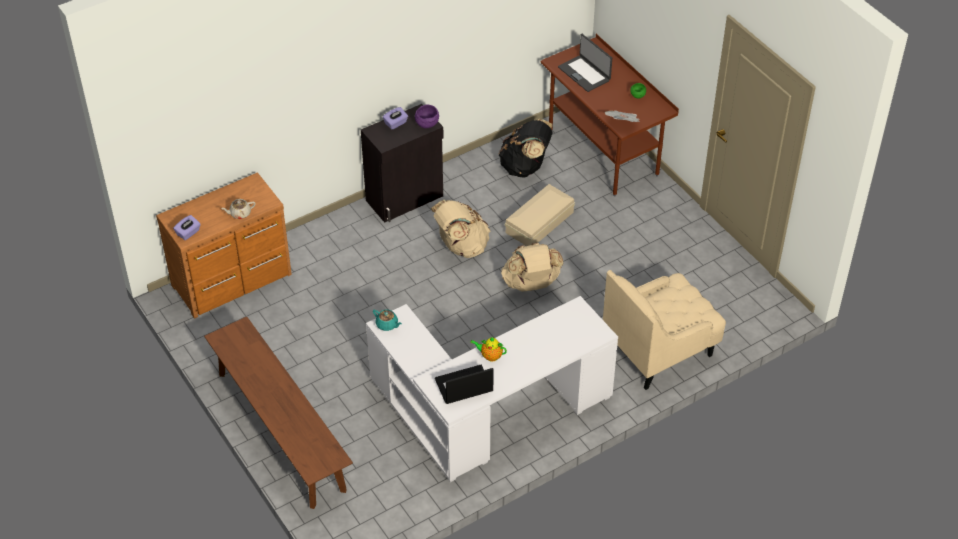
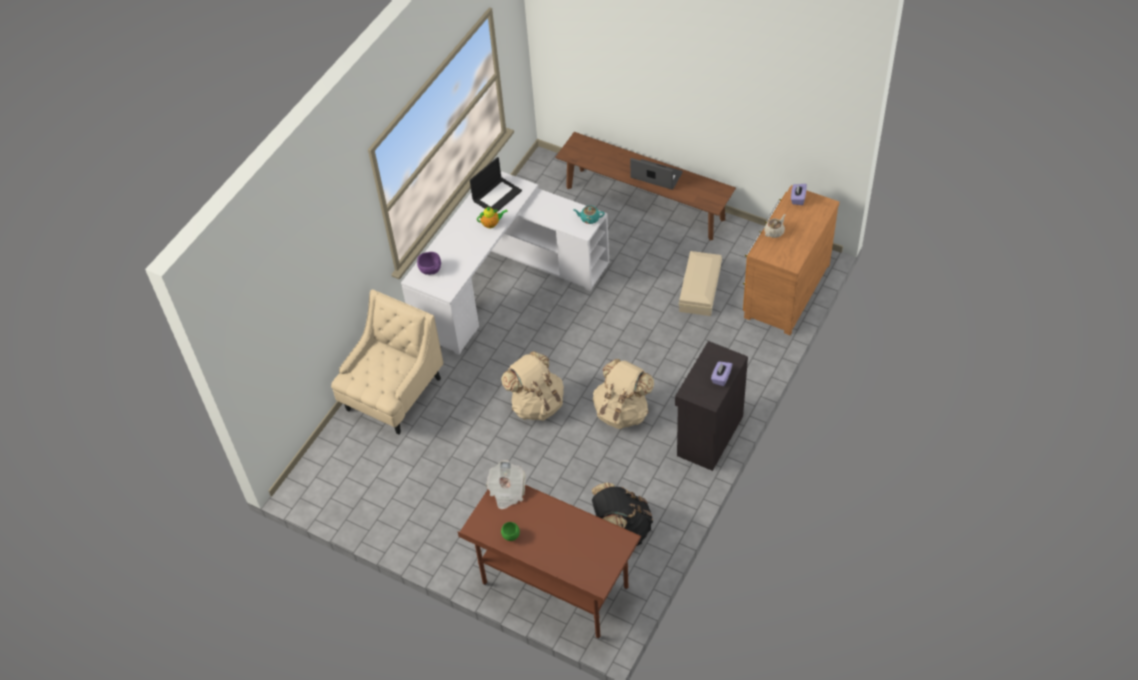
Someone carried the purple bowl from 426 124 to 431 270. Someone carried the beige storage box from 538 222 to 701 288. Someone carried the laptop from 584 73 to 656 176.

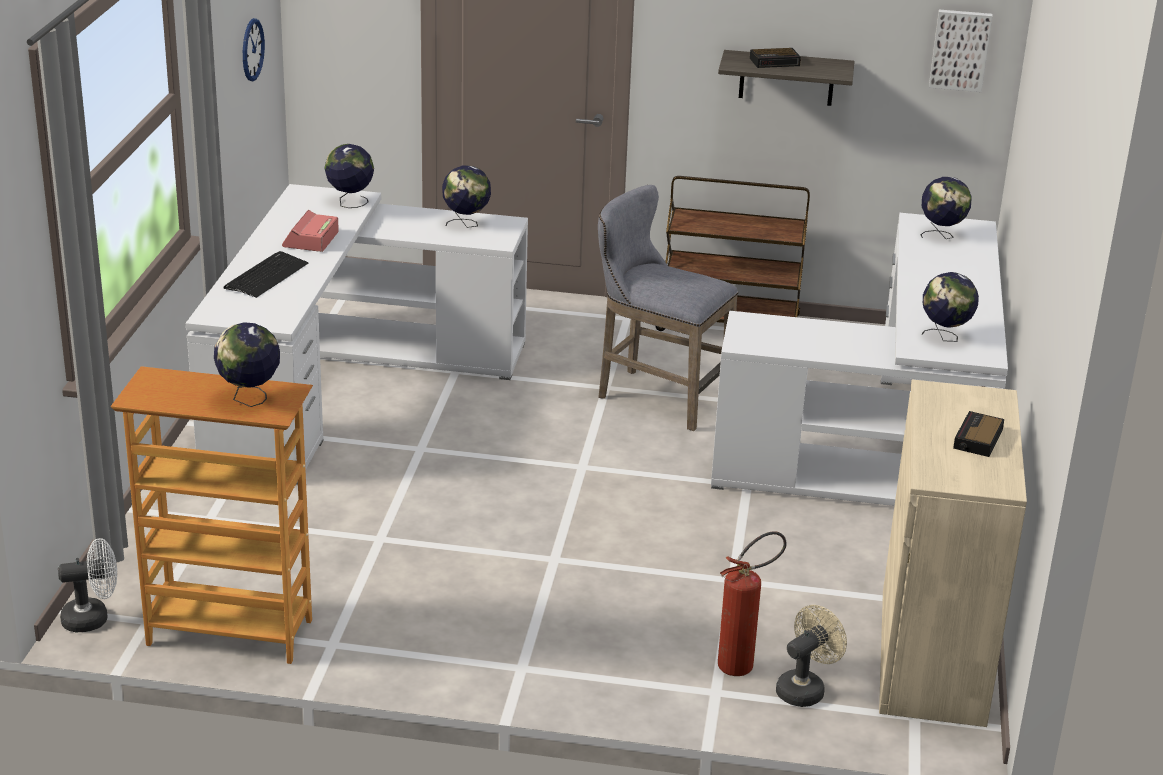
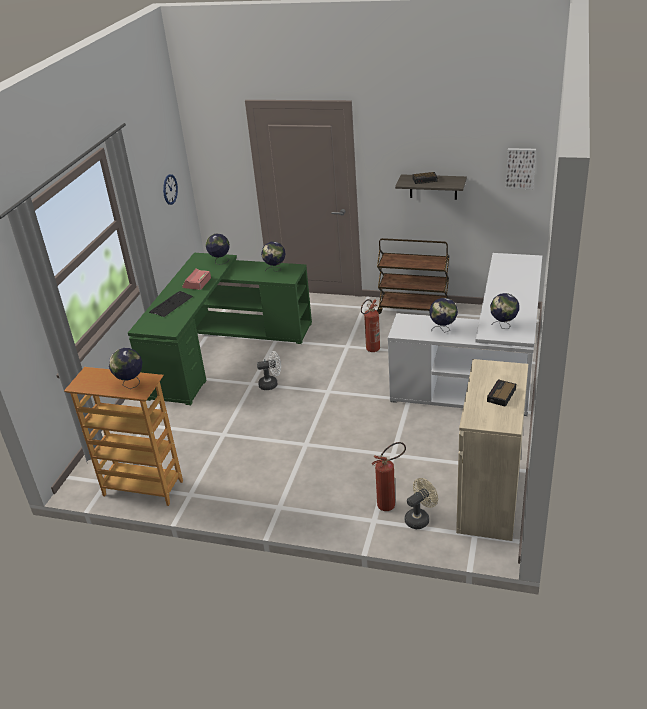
Someone carried the white fan from 93 618 to 271 384. Someone repainted the white desk at 343 382, which became the green desk at 221 348. Someone swapped the grey stool at 656 396 for the fire extinguisher at 371 350. Someone carried the globe from 941 236 to 443 330.

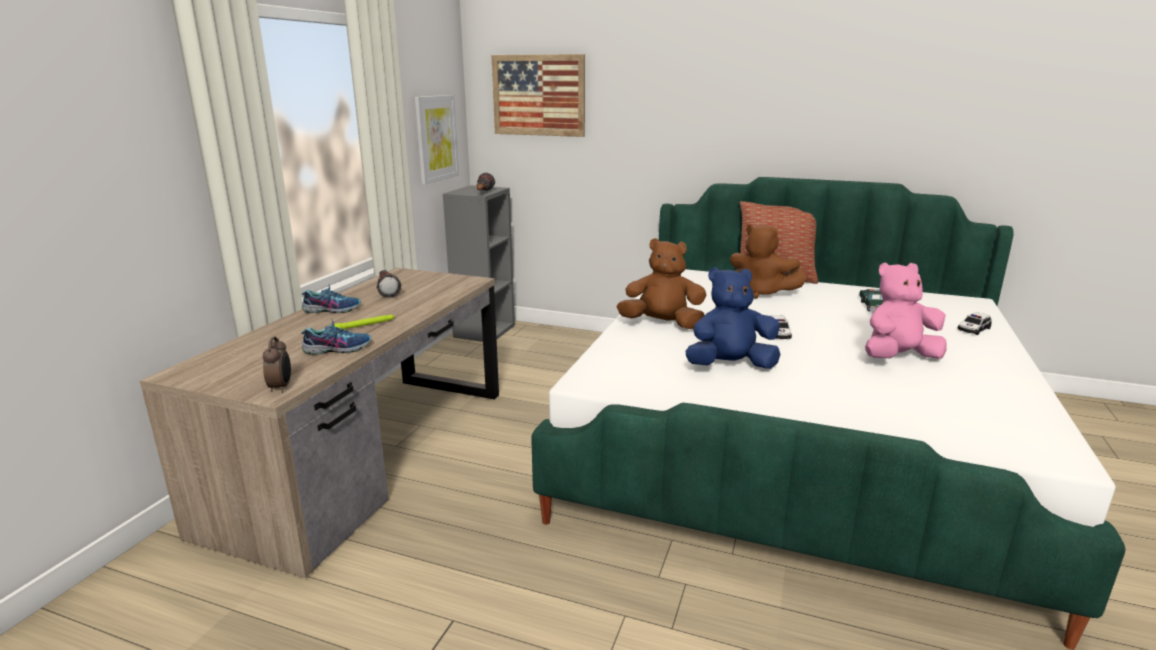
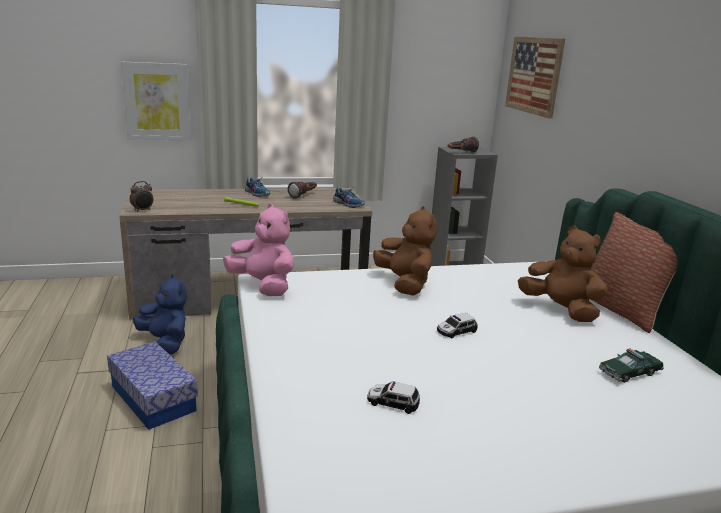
Someone carried the shoe from 337 348 to 348 204. Someone carried the picture from 436 138 to 157 101. Someone carried the blue plush toy from 730 366 to 165 343. Someone rotated the brown plush toy at 761 292 by 135 degrees clockwise. Someone carried the pink plush toy from 898 358 to 263 286. Someone carried the toy car from 973 329 to 392 402. Someone put down the storage box at 153 398.

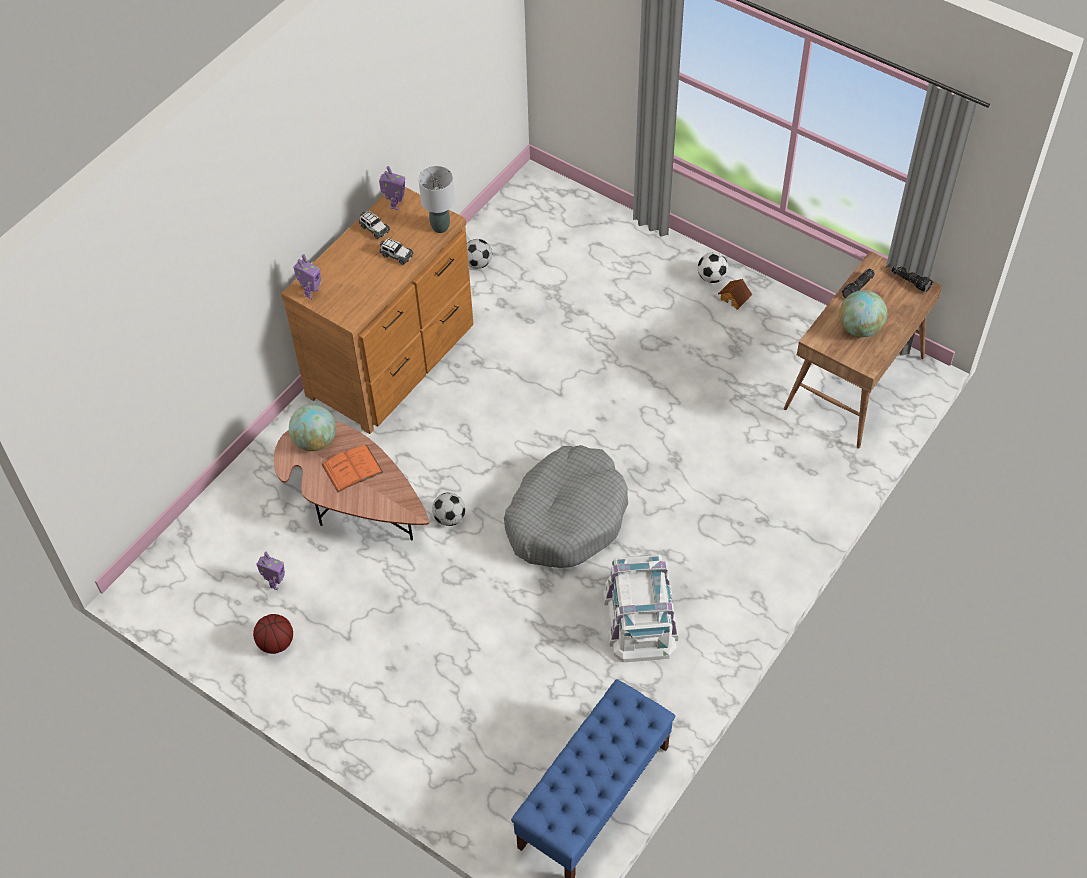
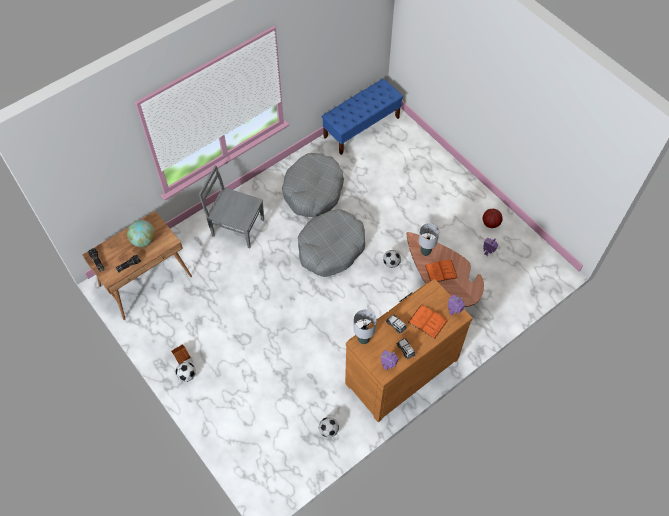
Someone took away the globe at 315 441. Someone swapped the white storage box at 641 618 for the grey dog bed at 313 191. Someone put down the grey chair at 236 227. Someone put down the orange book at 427 321. Someone put down the grey table lamp at 425 252.

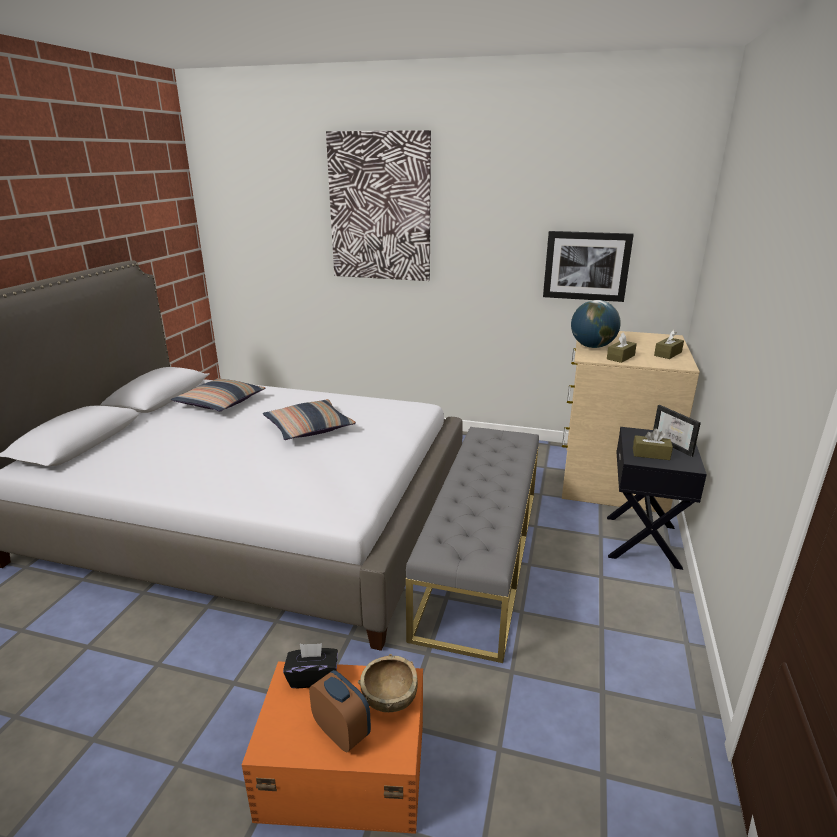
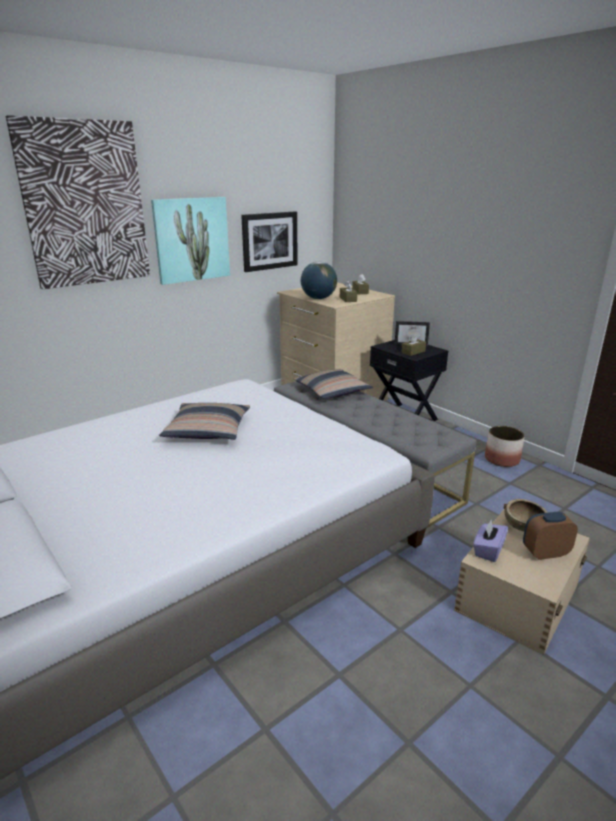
Someone carried the pillow from 220 403 to 332 391. Someone repainted the orange storage box at 342 767, which became the beige storage box at 516 597. Someone repainted the black tissue box at 313 677, which became the purple tissue box at 488 550. Someone put up the picture at 192 240. Someone put down the planter at 501 459.

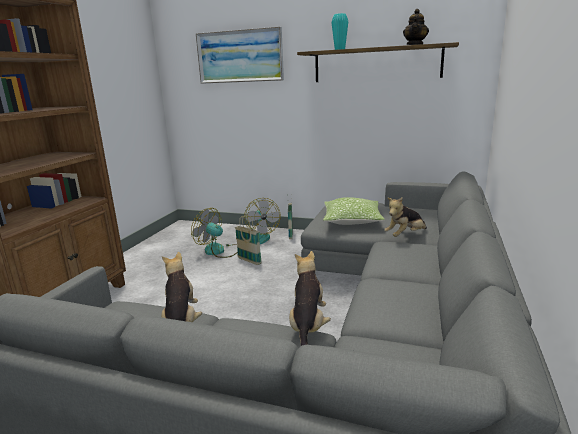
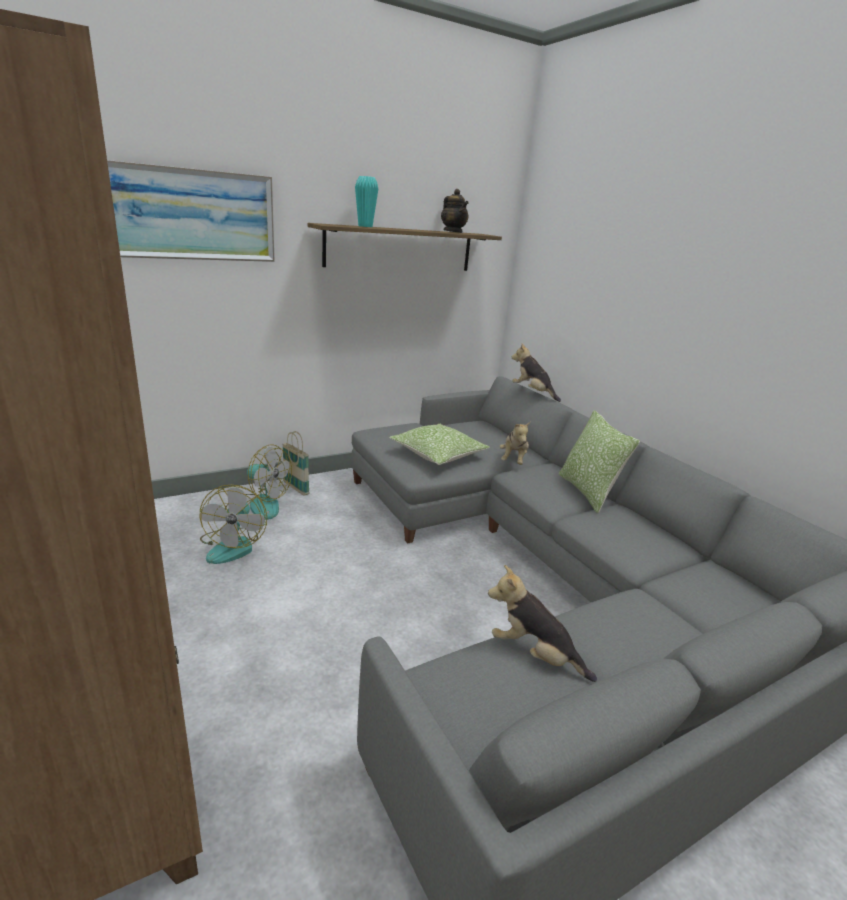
Someone rotated the fan at 219 251 by 75 degrees counterclockwise. Someone took away the basket at 249 261. Someone carried the plush toy from 308 327 to 532 392. Someone put down the pillow at 587 492.

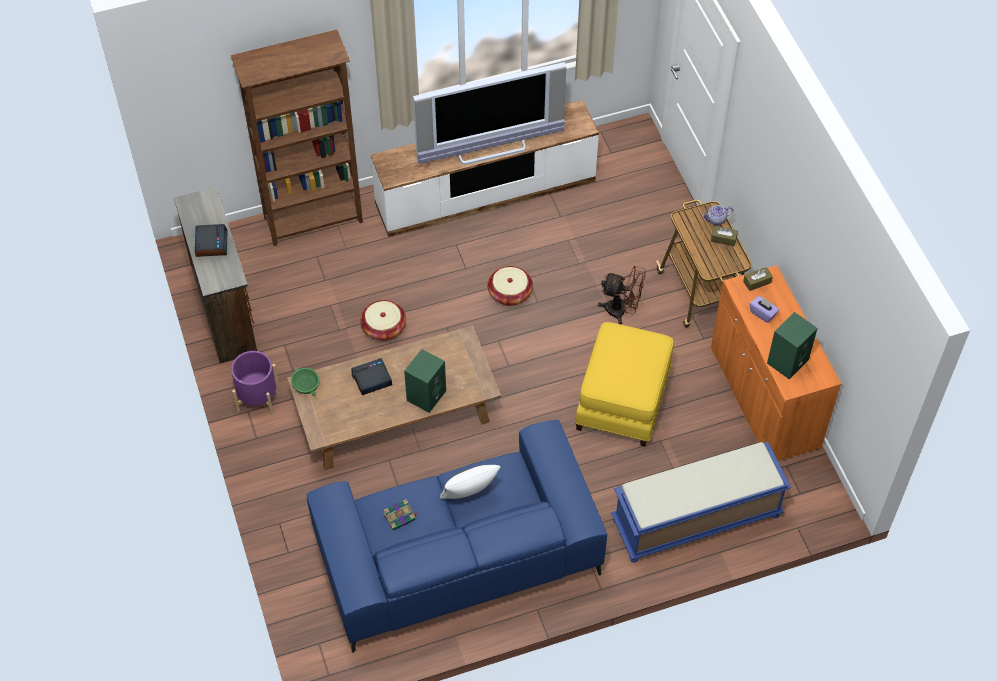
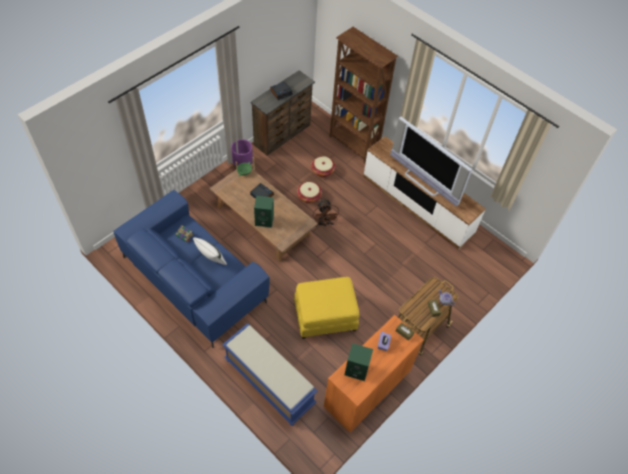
Someone carried the basket from 510 293 to 322 171. Someone carried the brown fan from 621 311 to 324 224.

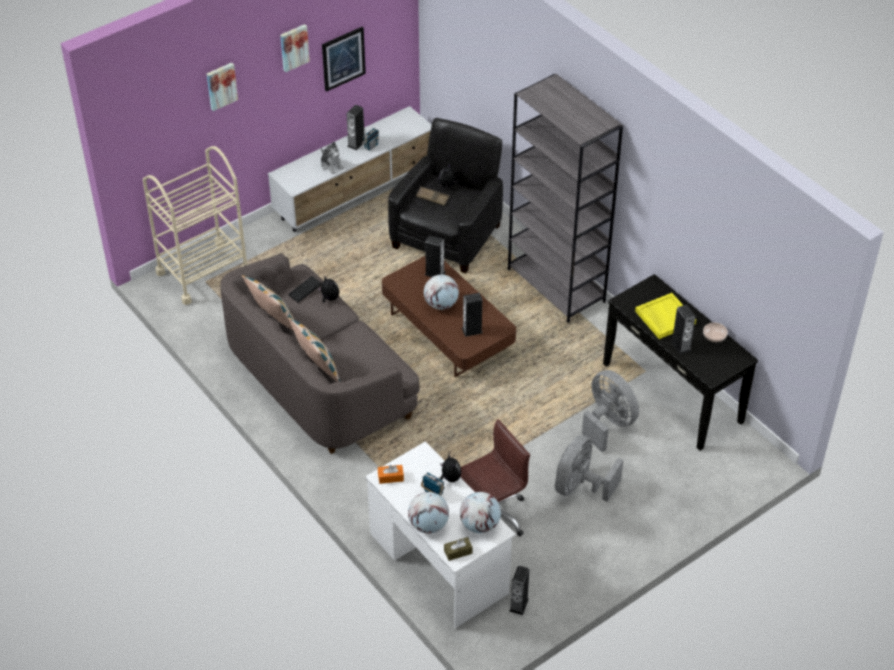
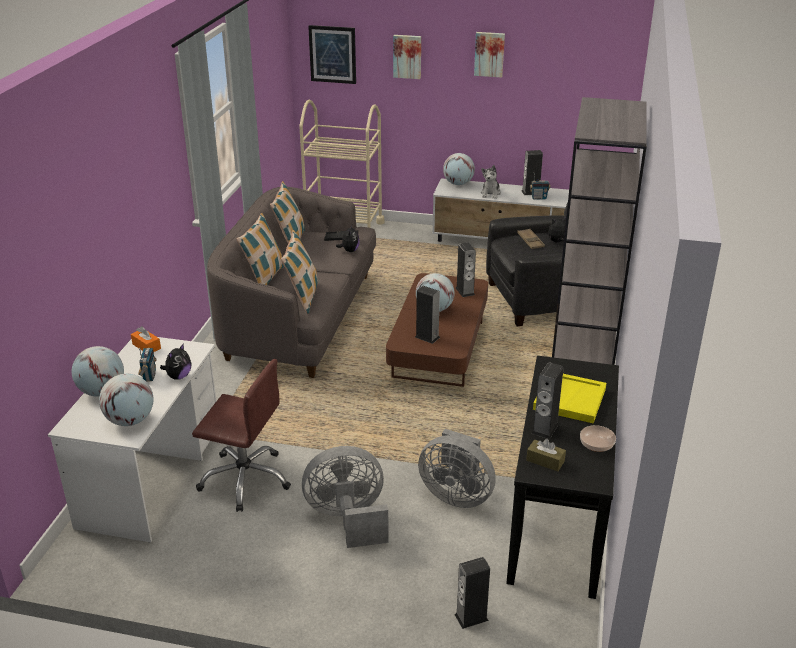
Someone carried the picture from 343 58 to 332 54. Someone carried the brown tissue box from 458 552 to 545 461. Someone carried the speaker from 519 605 to 471 617. Someone rotated the grey fan at 608 423 by 105 degrees clockwise. Someone put down the pillow at 302 297. Someone put down the globe at 458 183.

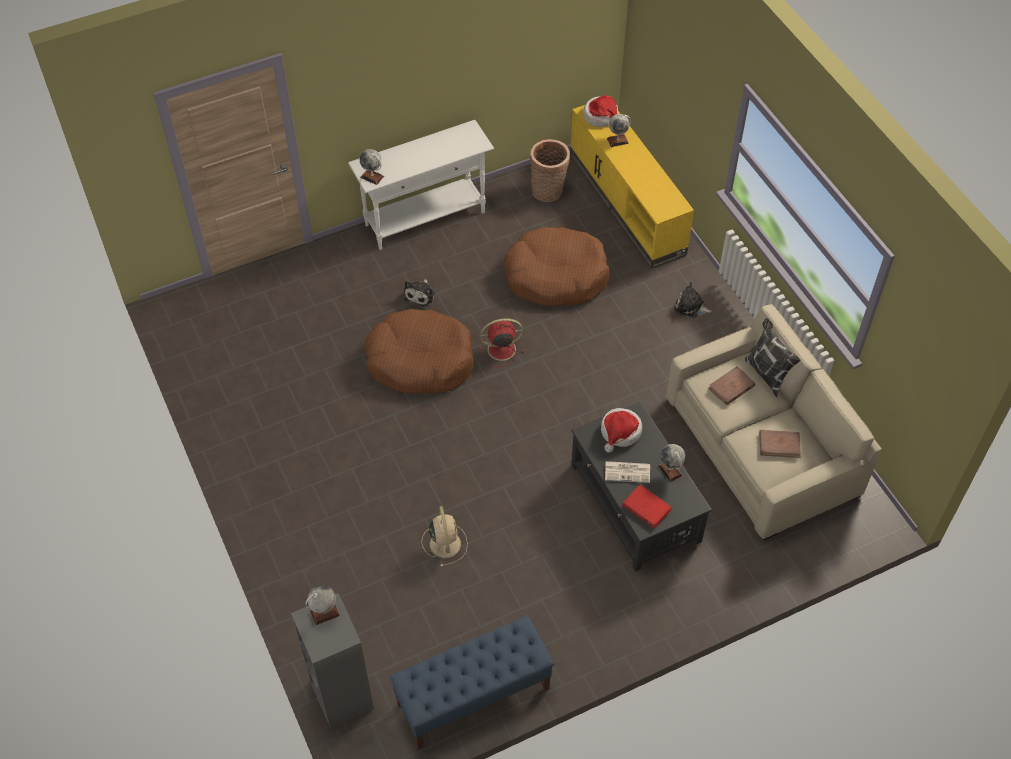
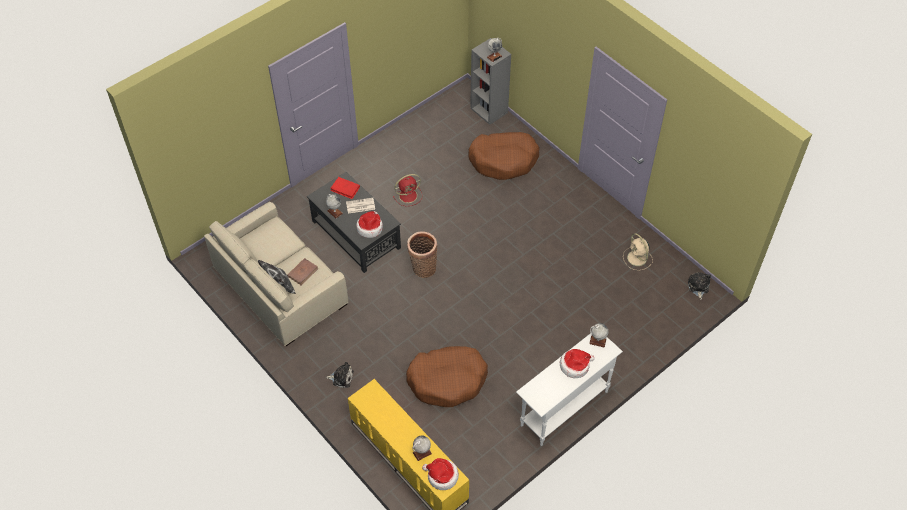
Someone carried the brown dog bed from 420 361 to 503 160. Someone took away the blue bench at 473 696. Someone carried the plush toy from 421 295 to 698 287. Someone carried the beige fan from 445 543 to 637 259. Someone carried the red fan from 500 349 to 409 195. Someone carried the basket from 548 192 to 422 267. Someone took away the brown book at 779 445. Someone put down the hat at 575 365.

